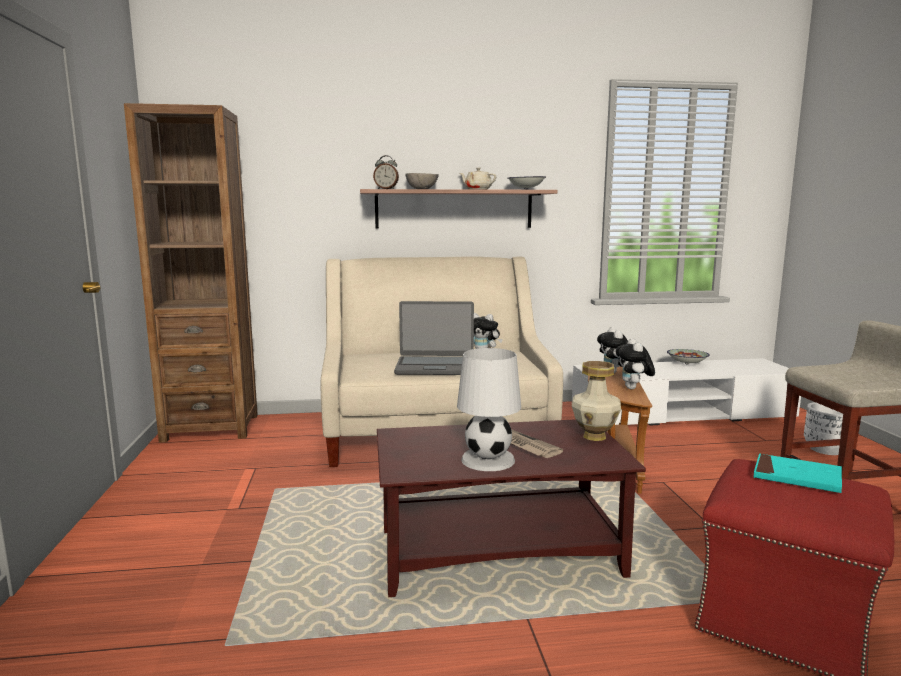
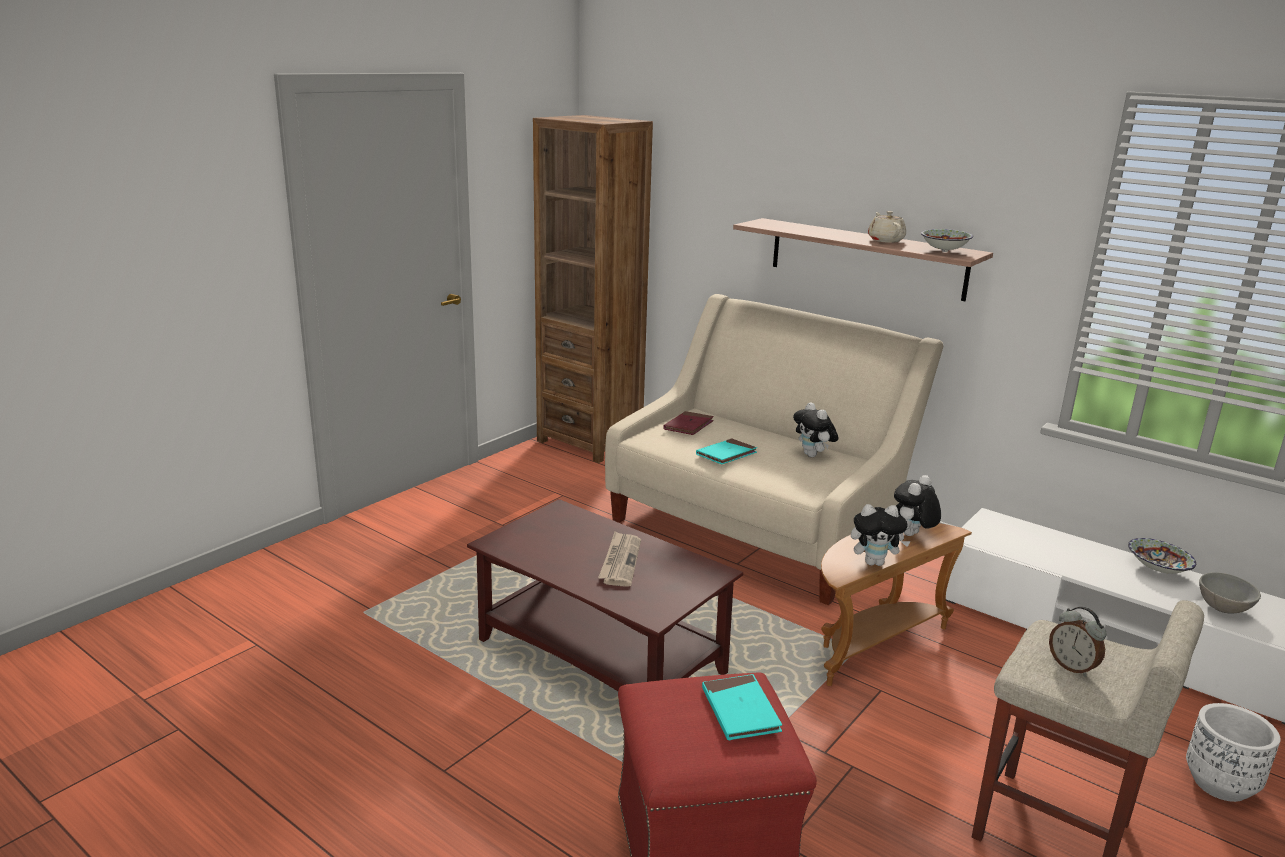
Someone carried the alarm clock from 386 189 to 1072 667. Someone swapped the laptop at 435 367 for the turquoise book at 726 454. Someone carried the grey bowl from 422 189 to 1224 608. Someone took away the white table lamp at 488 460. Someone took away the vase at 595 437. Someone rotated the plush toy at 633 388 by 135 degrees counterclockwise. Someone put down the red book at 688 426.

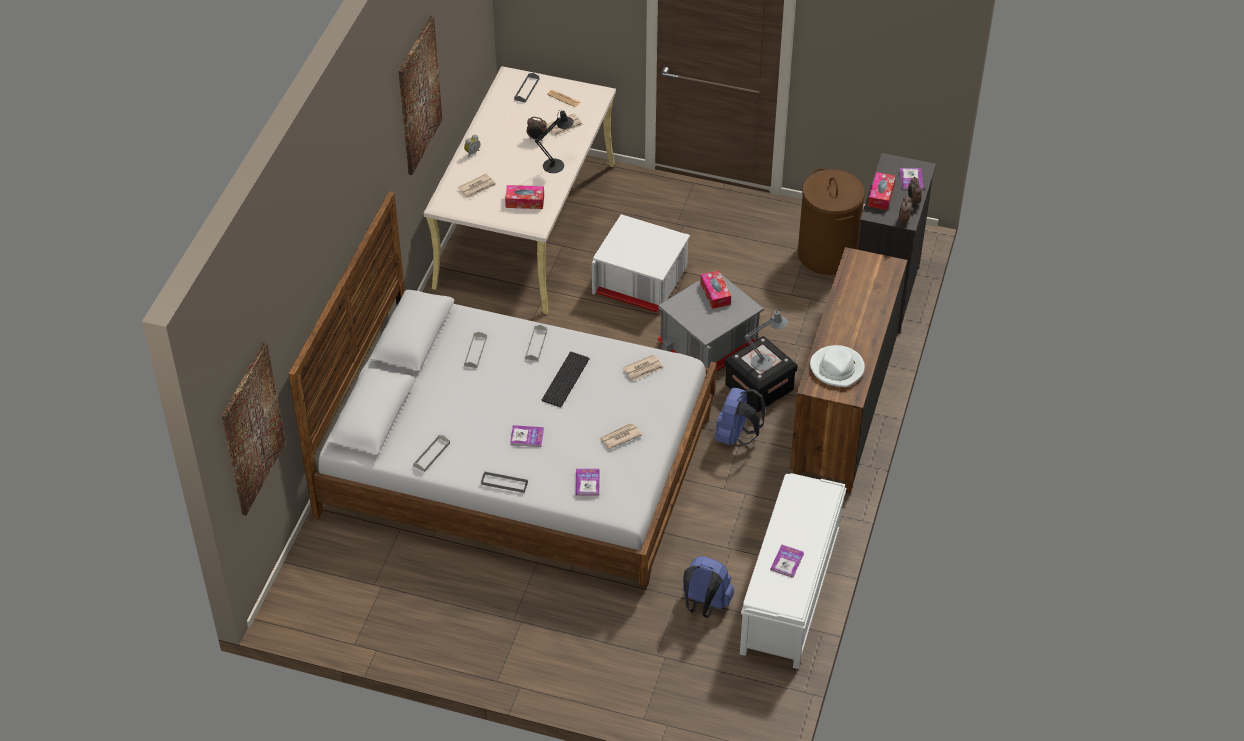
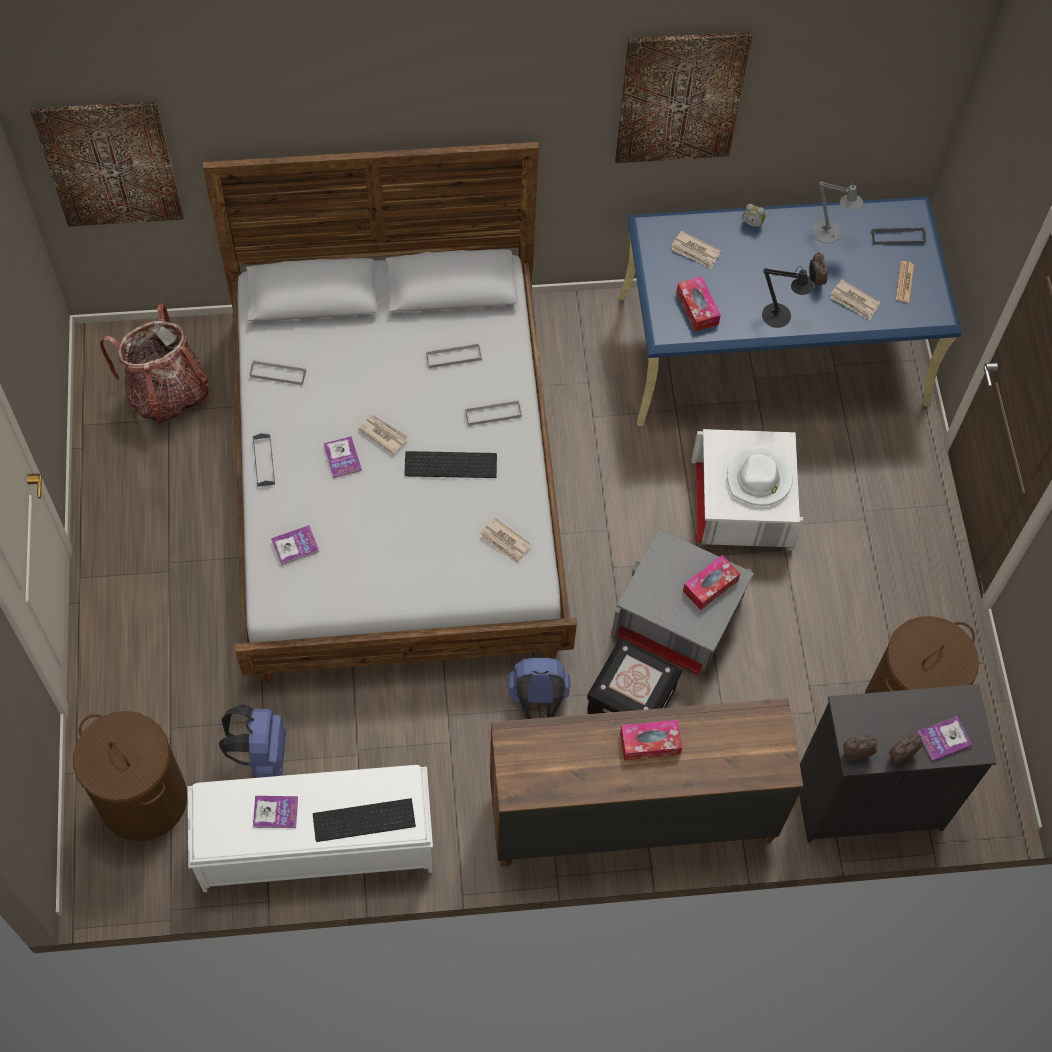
Someone repainted the beige desk at 526 224, which became the blue desk at 773 350. Someone carried the newspaper from 620 437 to 383 434. Someone carried the grey table lamp from 765 361 to 829 234. Someone carried the white hat from 837 368 to 759 479. Someone carried the tissue box from 881 195 to 650 743. Someone put down the brown laundry basket at 143 799. Someone put down the backpack at 167 393. Someone put down the keyboard at 363 822.

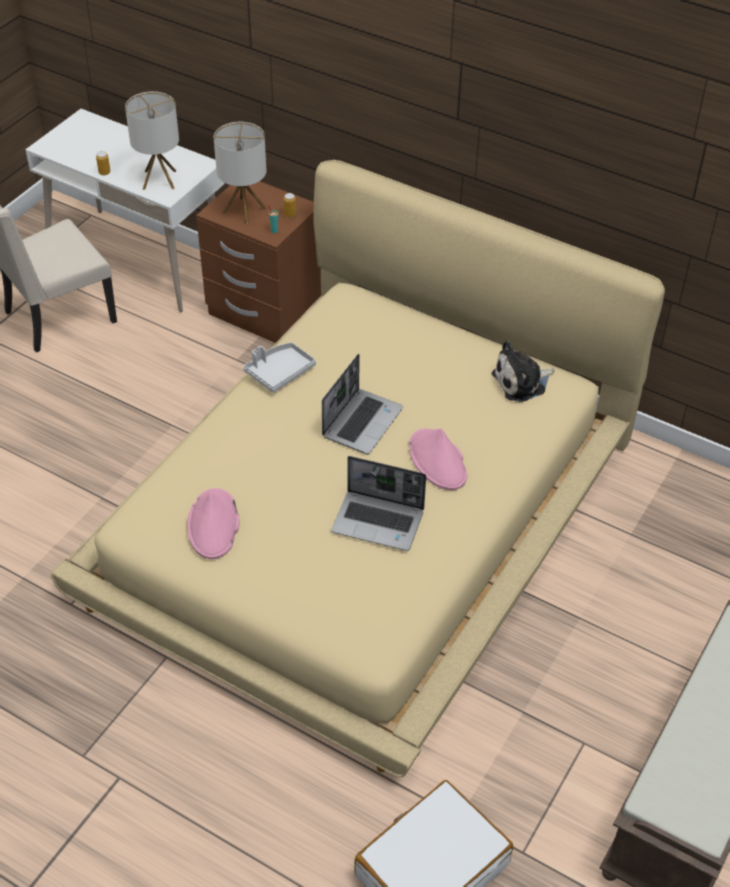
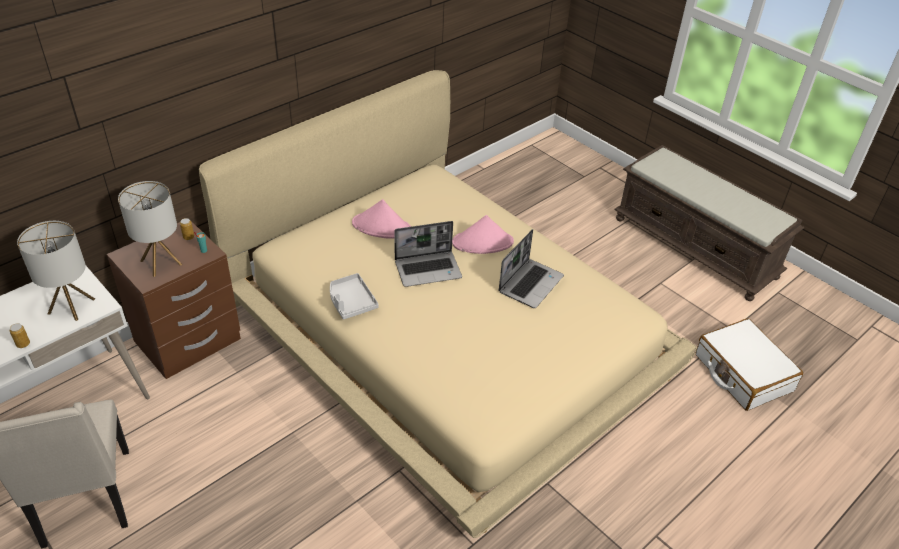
Someone carried the pink hat from 213 525 to 382 227. Someone rotated the laptop at 362 422 by 120 degrees clockwise. Someone took away the plush toy at 522 382.

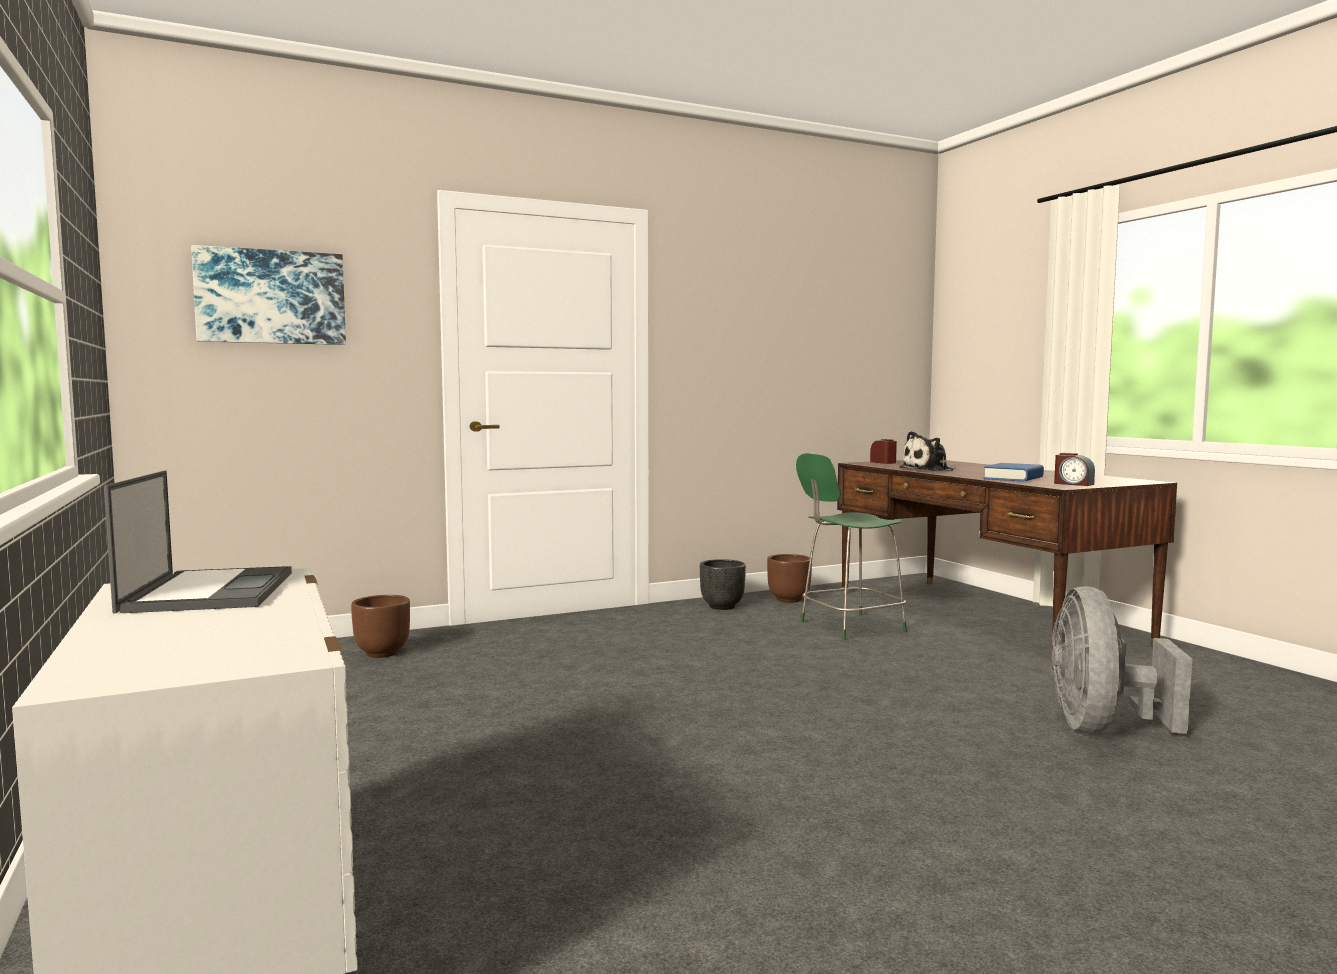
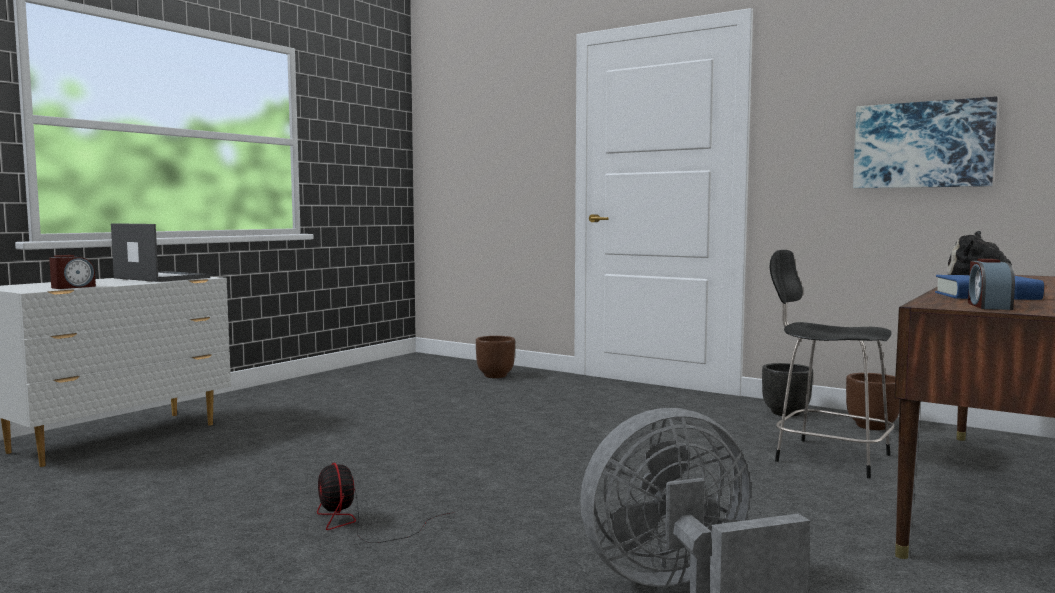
Someone rotated the laptop at 210 591 by 105 degrees counterclockwise. Someone carried the picture from 271 297 to 922 145. Someone repainted the green chair at 849 627, which became the black chair at 828 457. Someone carried the alarm clock from 883 462 to 73 287. Someone put down the fan at 359 524.

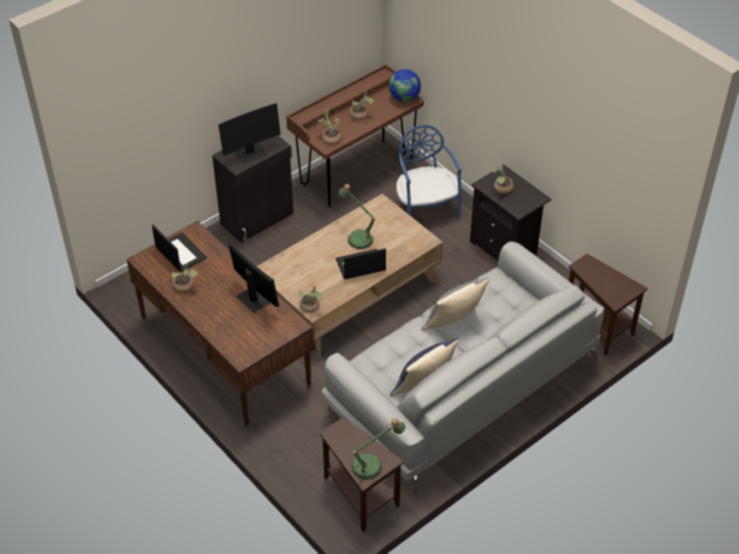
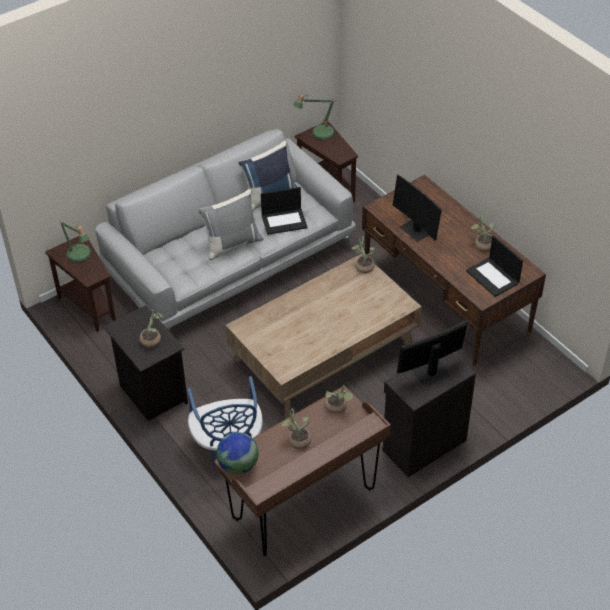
Someone carried the laptop from 360 265 to 284 221. Someone carried the table lamp from 357 237 to 80 257.

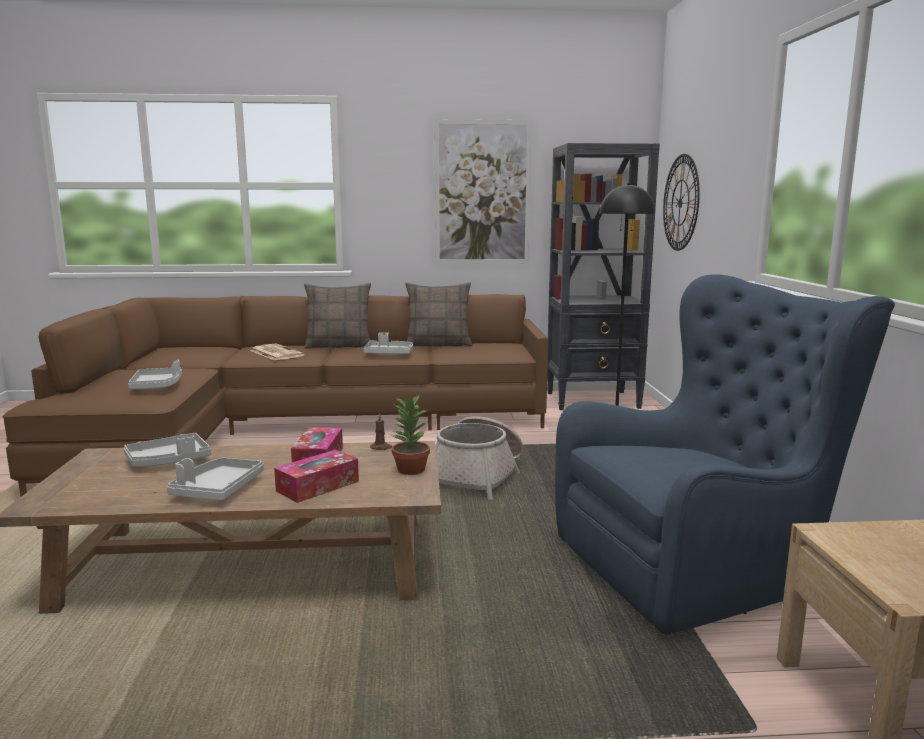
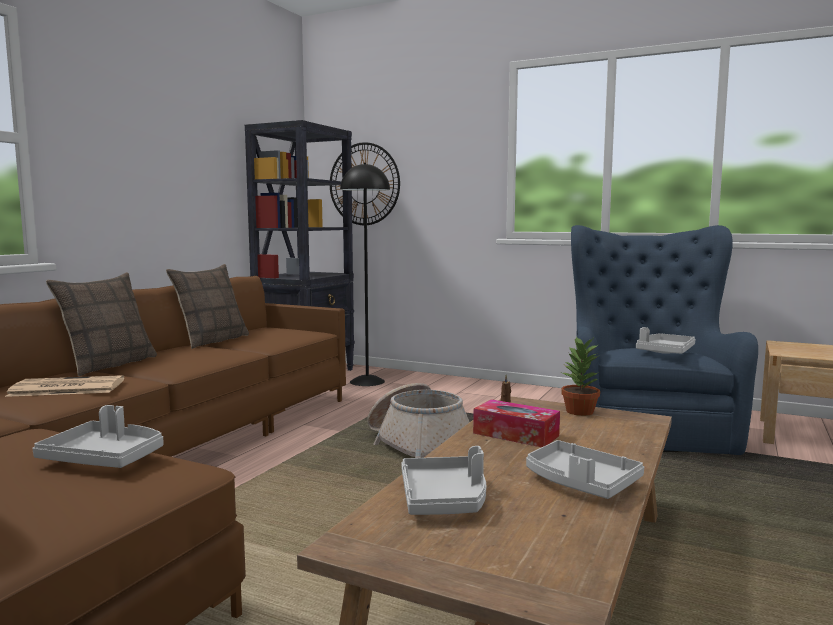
Someone took away the tissue box at 318 486. Someone carried the grey tray from 389 354 to 665 352. Someone took away the picture at 482 193.

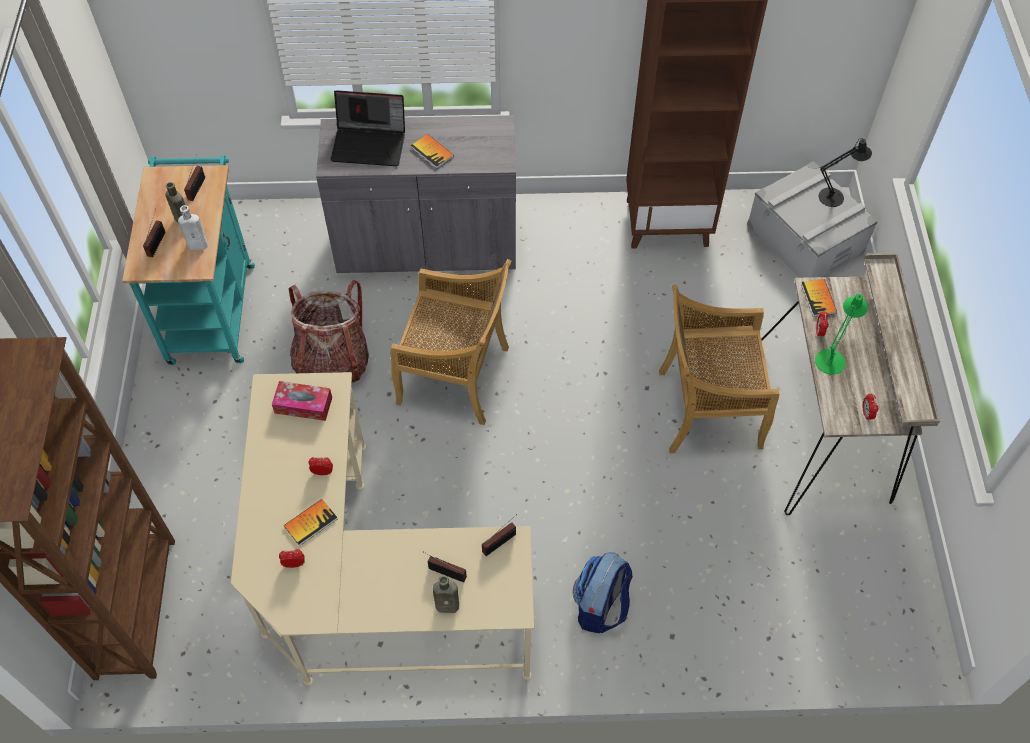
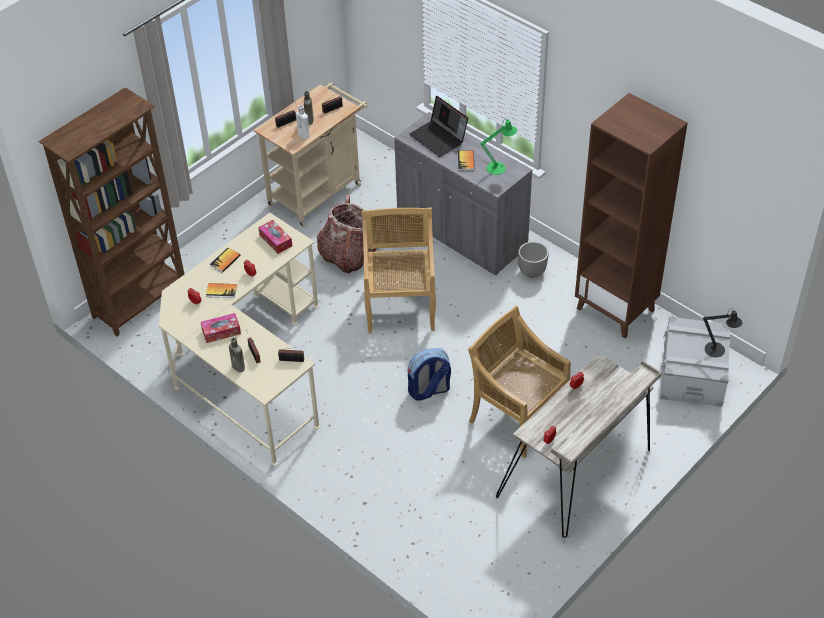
Someone repainted the turquoise cart at 212 306, which became the beige cart at 319 191. Someone rotated the beige chair at 455 376 by 150 degrees counterclockwise. Someone carried the backpack from 600 606 to 429 390. Someone carried the book from 818 298 to 225 261. Someone carried the green table lamp from 832 358 to 499 167. Someone put down the tissue box at 221 332. Someone put down the planter at 532 272.

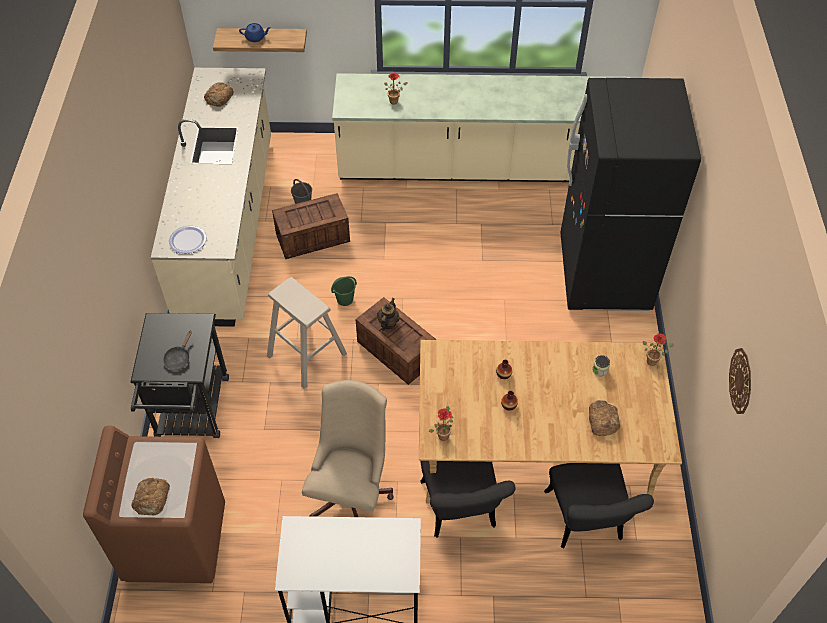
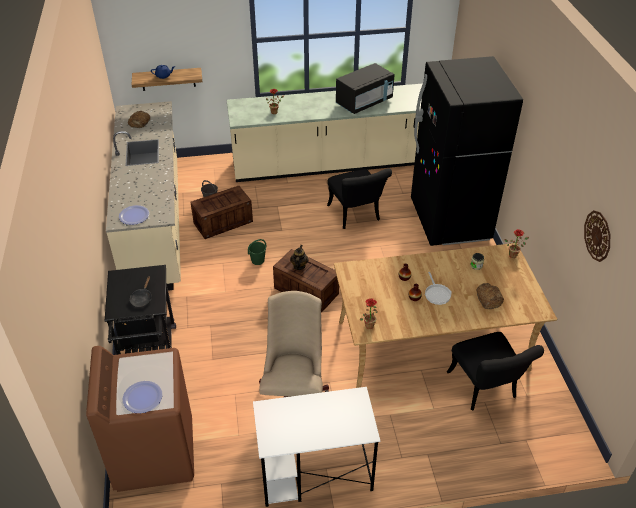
Someone swapped the bread at 152 499 for the plate at 142 397. Someone took away the beige stool at 306 355. Someone carried the black chair from 460 512 to 356 216. Someone put down the black microwave at 364 102. Someone put down the frying pan at 437 294.

